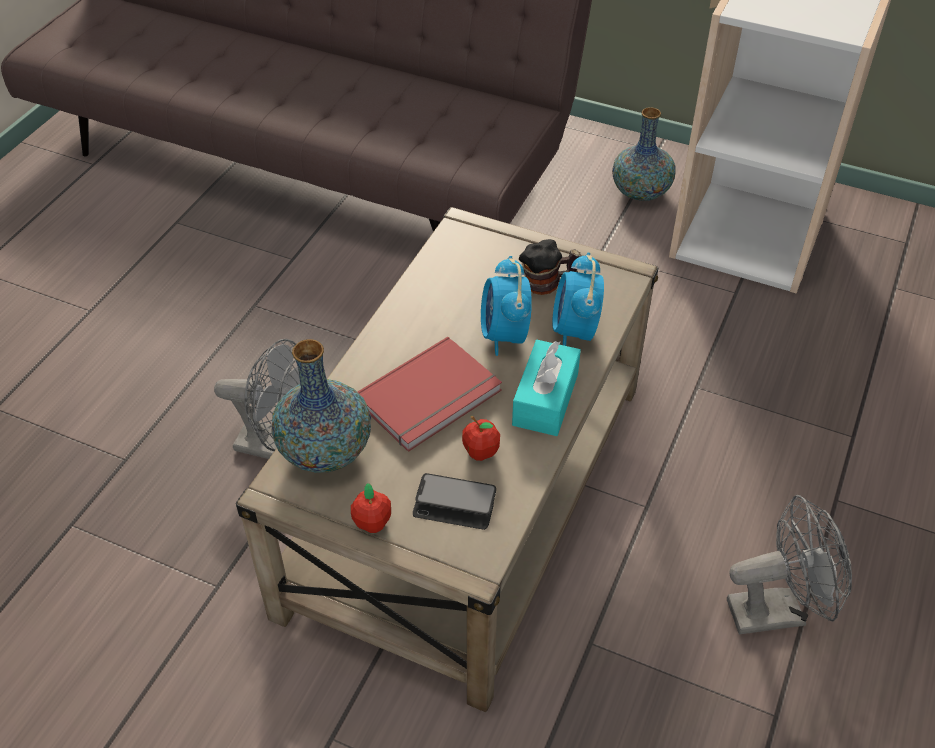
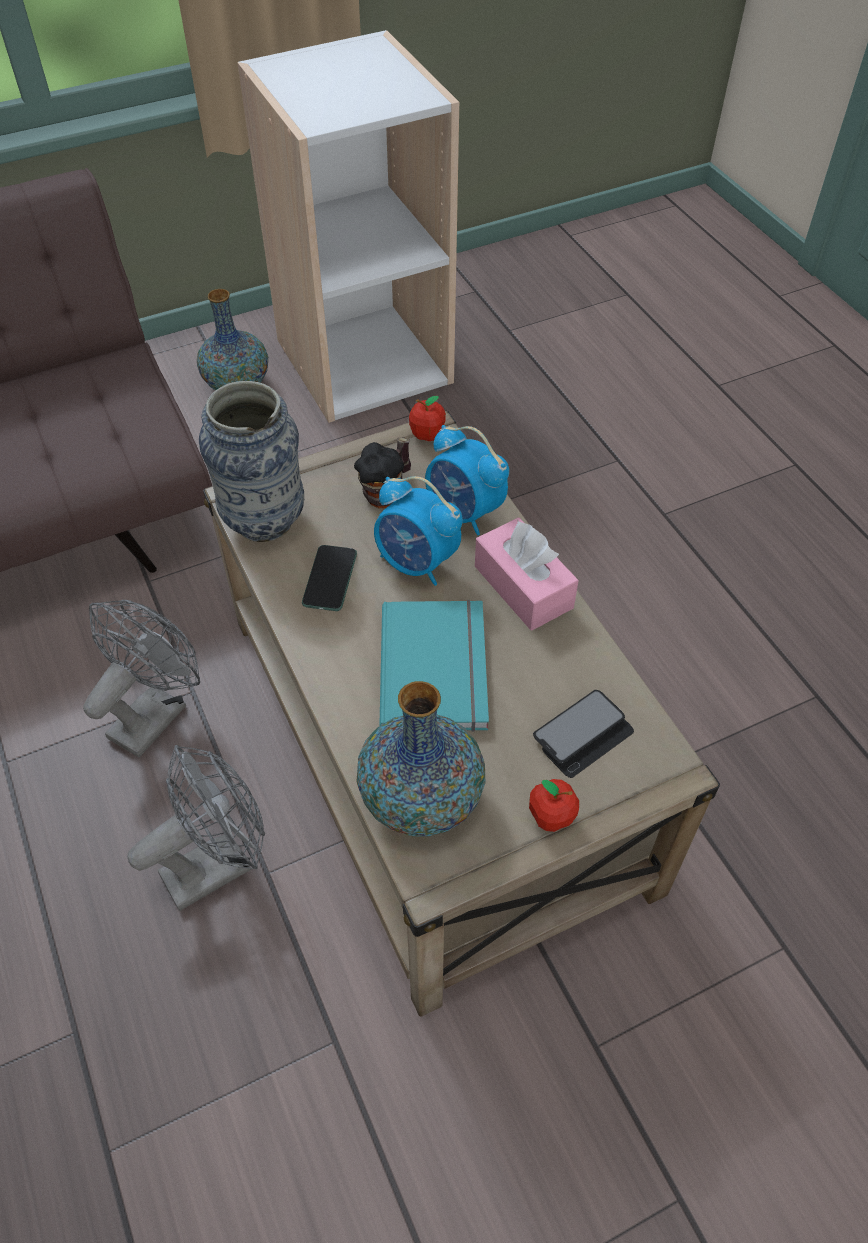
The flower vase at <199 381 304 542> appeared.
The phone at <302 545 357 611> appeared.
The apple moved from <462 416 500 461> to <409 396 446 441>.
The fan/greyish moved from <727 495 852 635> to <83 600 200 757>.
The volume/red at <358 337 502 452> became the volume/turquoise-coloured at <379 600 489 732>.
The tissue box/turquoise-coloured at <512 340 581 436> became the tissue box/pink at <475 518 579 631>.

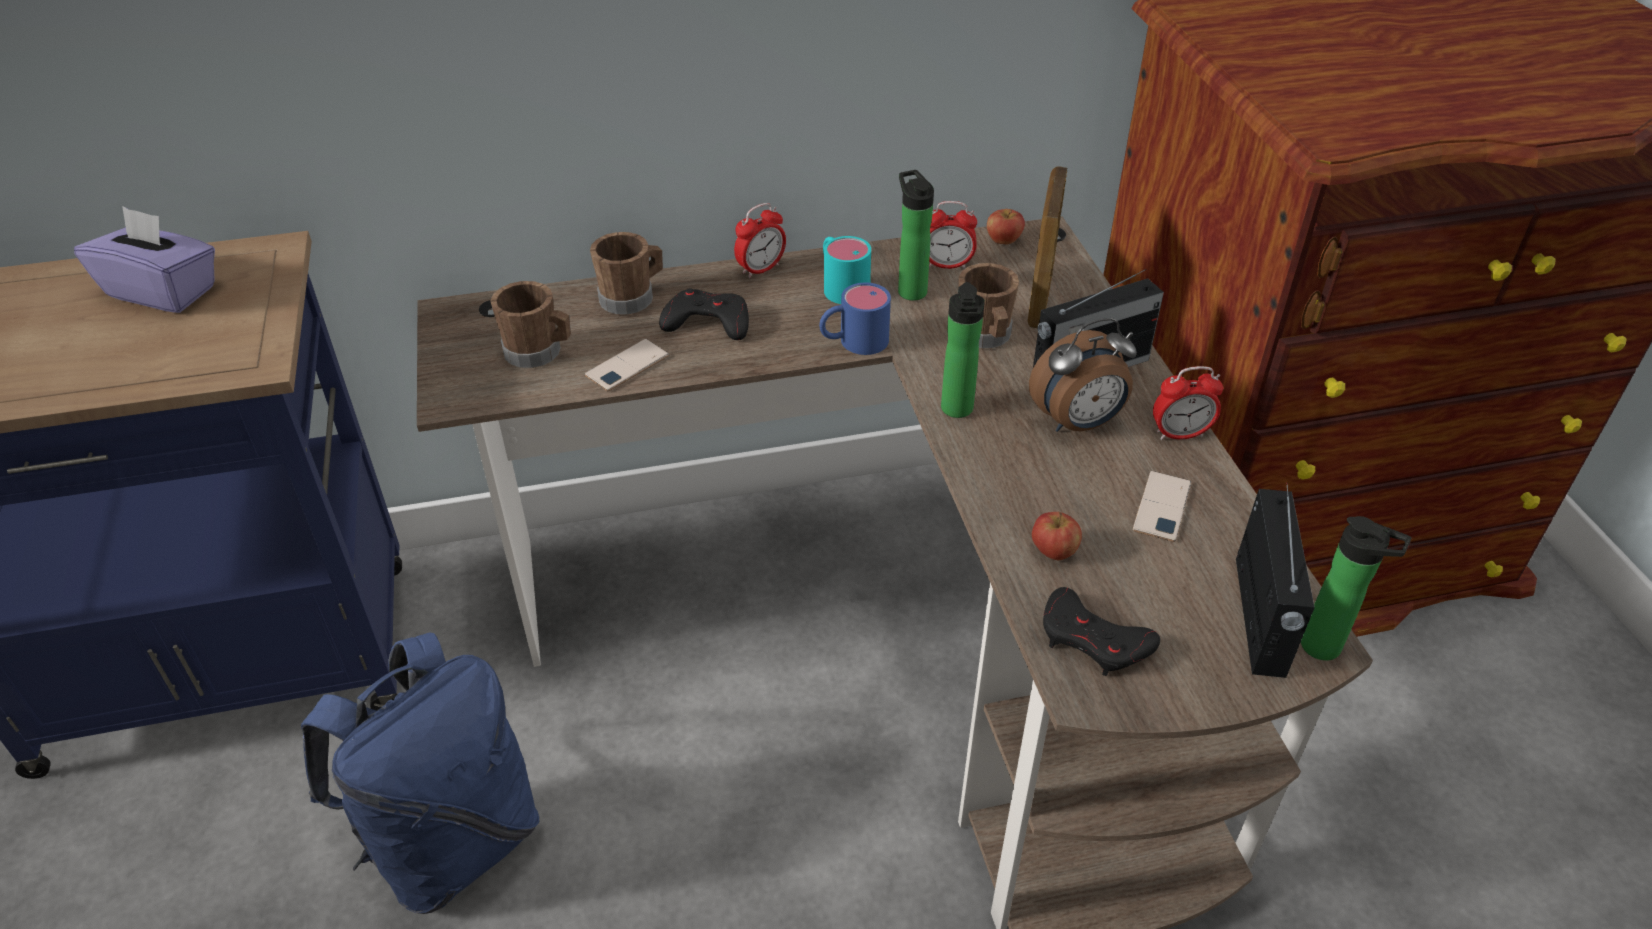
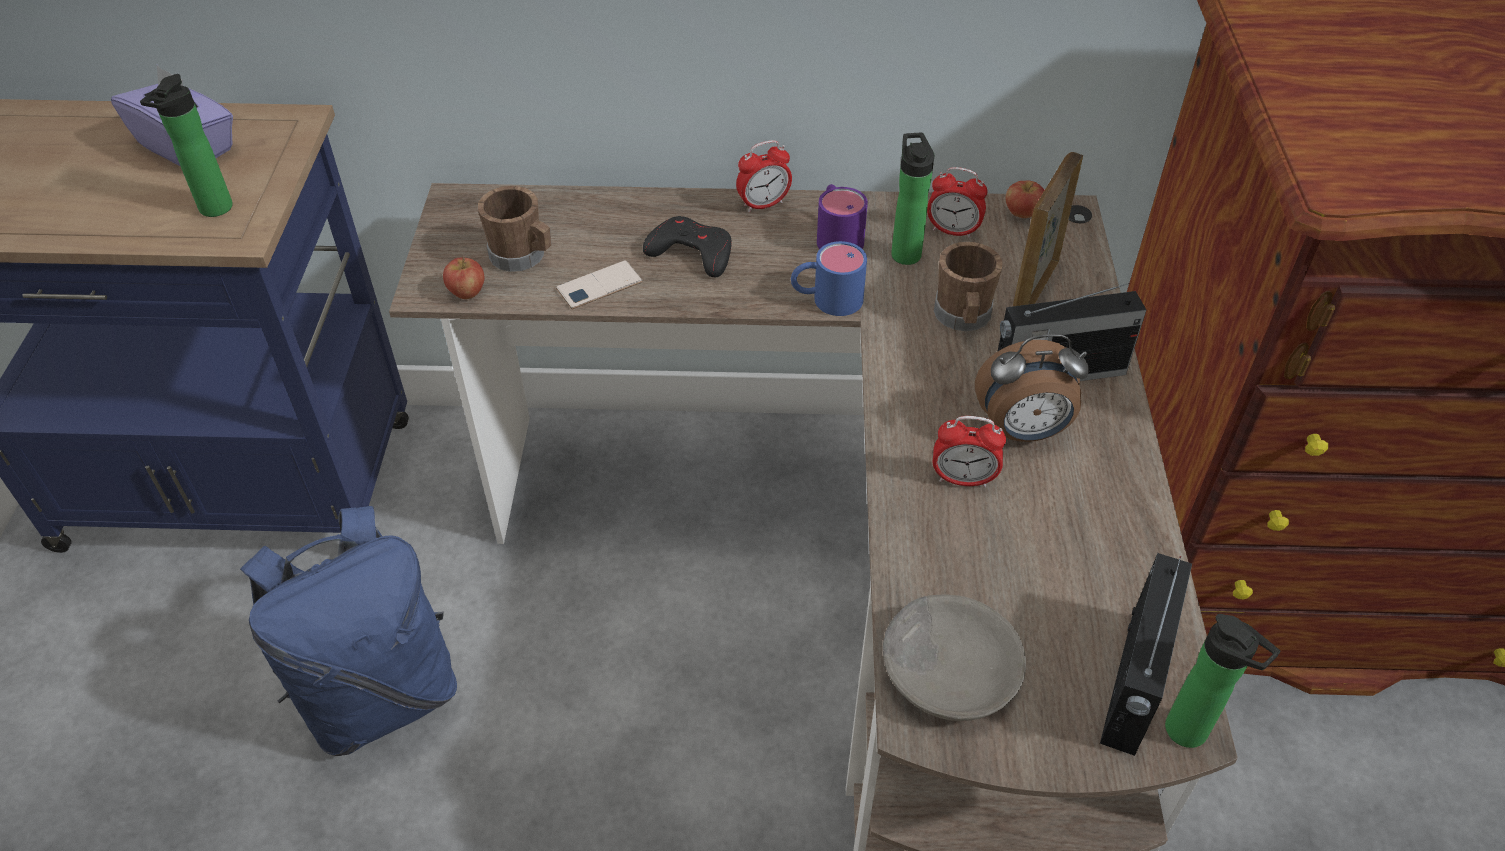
The mug/brown at <590 232 663 315> disappeared.
The phone at <1133 471 1191 542> disappeared.
The beverage bottle moved from <941 282 985 418> to <140 74 233 217>.
The apple moved from <1032 512 1082 560> to <443 257 485 299>.
The bedside clock moved from <1153 366 1223 440> to <933 416 1006 487>.
The game controller/black at <1043 587 1160 676> was replaced by the deep dish/greyish at <883 595 1026 721>.
The mug/turquoise-coloured at <823 236 871 304> became the mug/purplish at <817 184 868 249>.

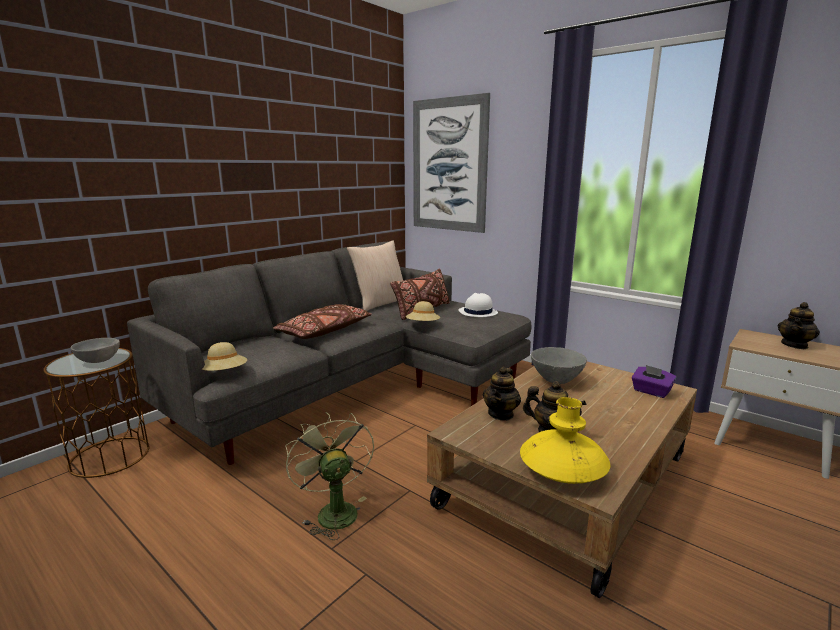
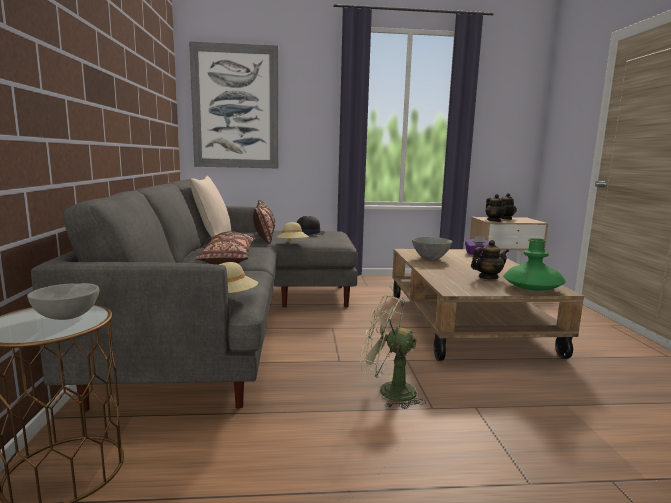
The tea pot moved from <483 367 521 421> to <485 194 506 222>.
The hat/white-coloured at <458 293 498 317> became the hat/black at <297 216 325 235>.
The flower vase/yellow-coloured at <520 397 610 484> became the flower vase/green-coloured at <503 238 566 291>.

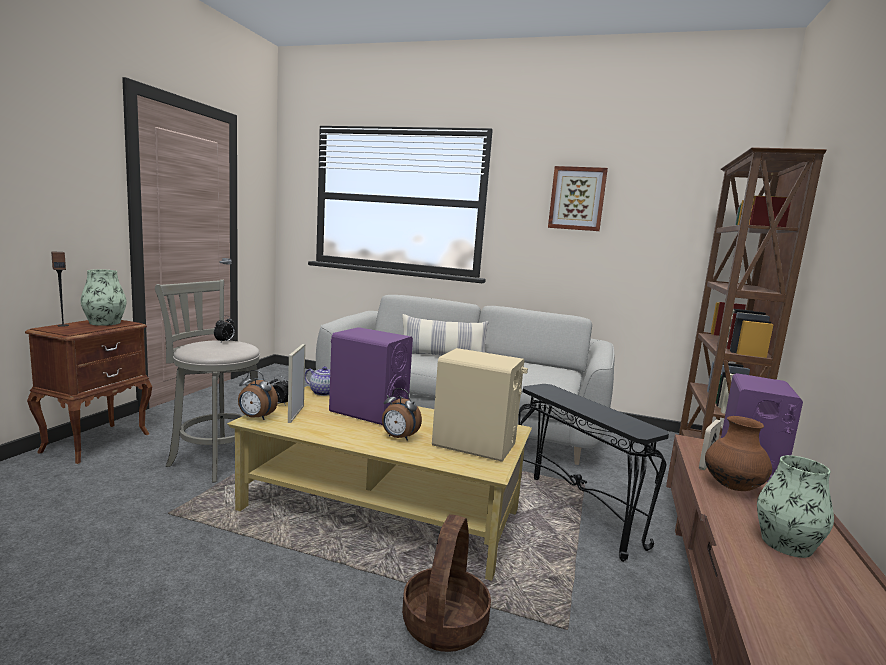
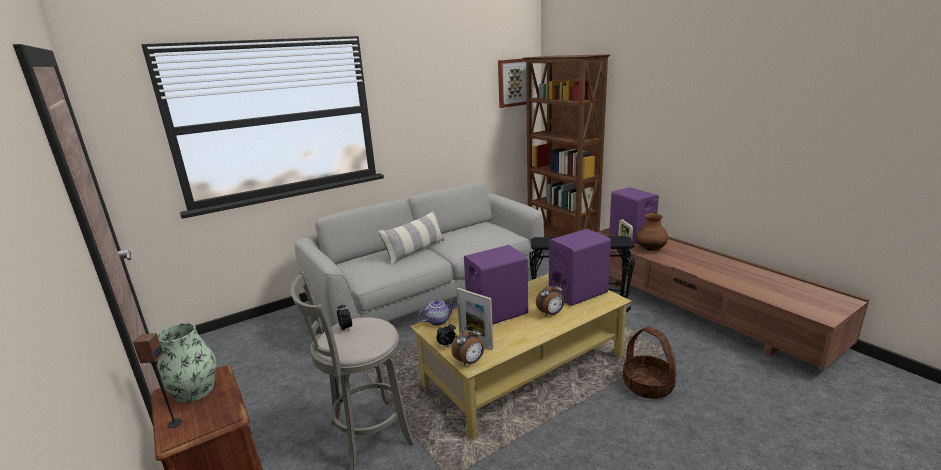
The flower vase at <757 455 834 558> disappeared.
The wall art moved from <548 166 608 231> to <498 59 527 108>.
The loudspeaker/sand-coloured at <432 348 528 462> became the loudspeaker/purplish at <549 229 611 306>.

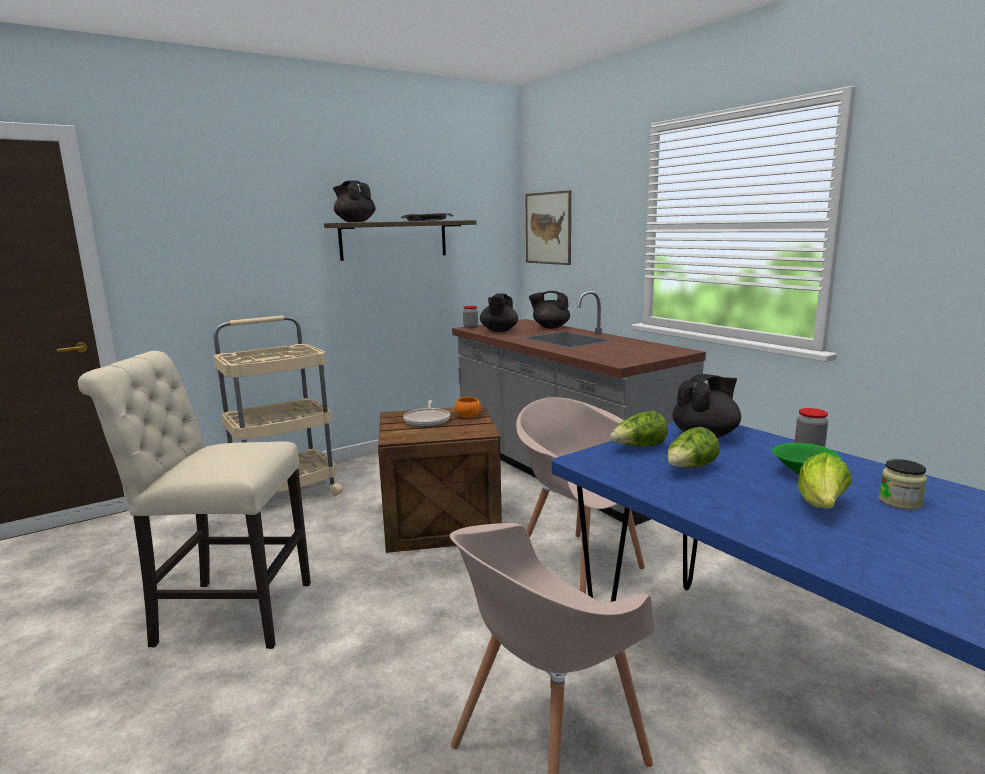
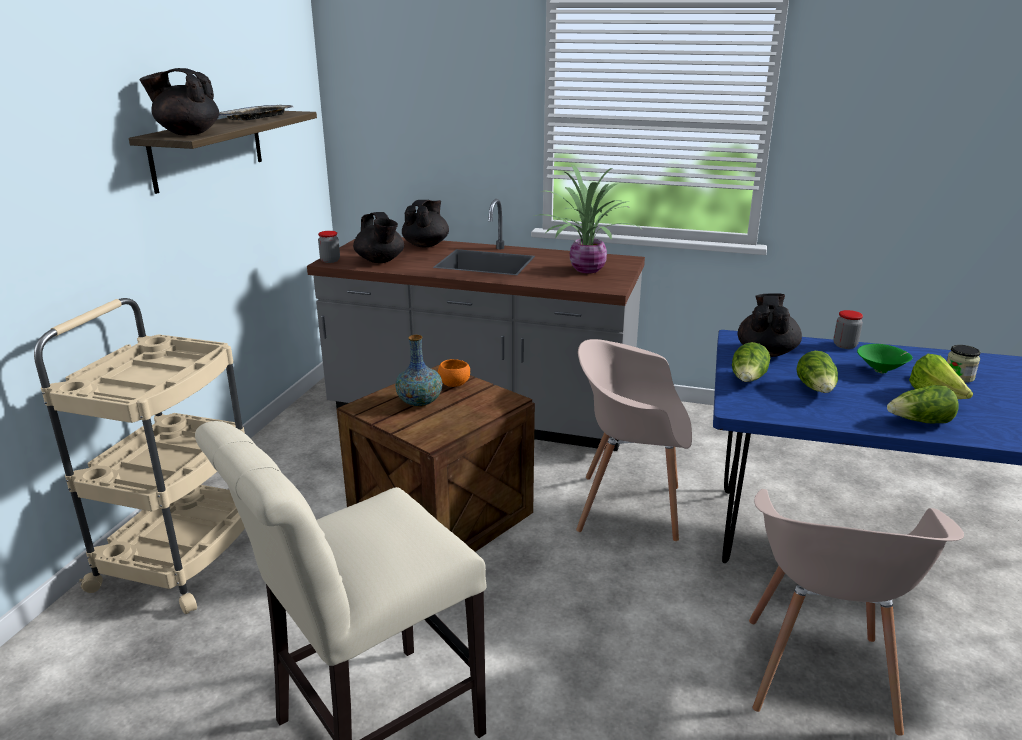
The wall art at <525 190 571 265> disappeared.
The houseplant at <532 165 639 273> appeared.
The head of lettuce at <887 385 958 423> appeared.
The pan at <403 400 450 427> was replaced by the flower vase at <395 335 443 407>.
The tea pot/black at <529 291 570 329> turned 135 degrees clockwise.

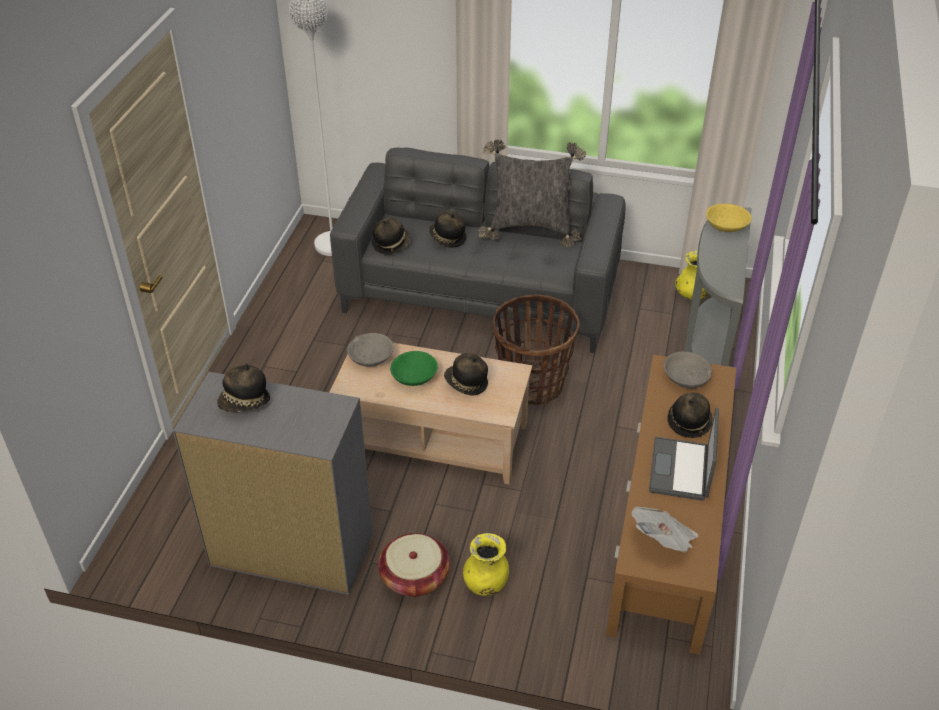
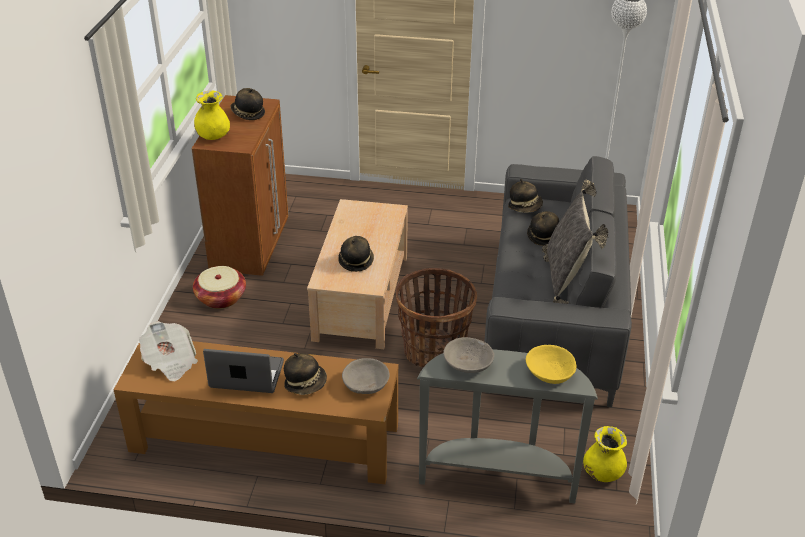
The deep dish/green-coloured at <390 351 438 386> disappeared.
The deep dish/greyish moved from <347 333 394 367> to <443 337 494 373>.
The flower vase/yellow-coloured moved from <463 533 509 596> to <194 91 230 140>.
The cabinet/greyish at <173 372 373 595> became the cabinet/brown at <191 95 289 276>.

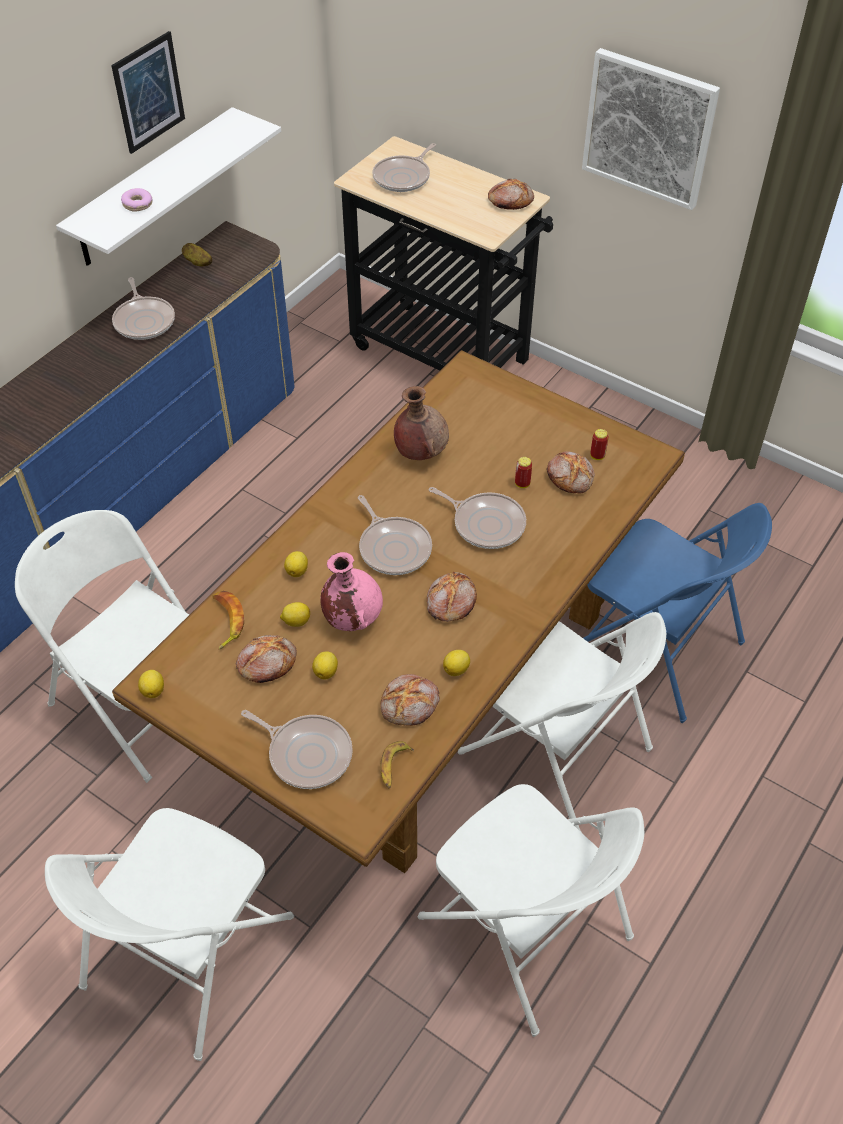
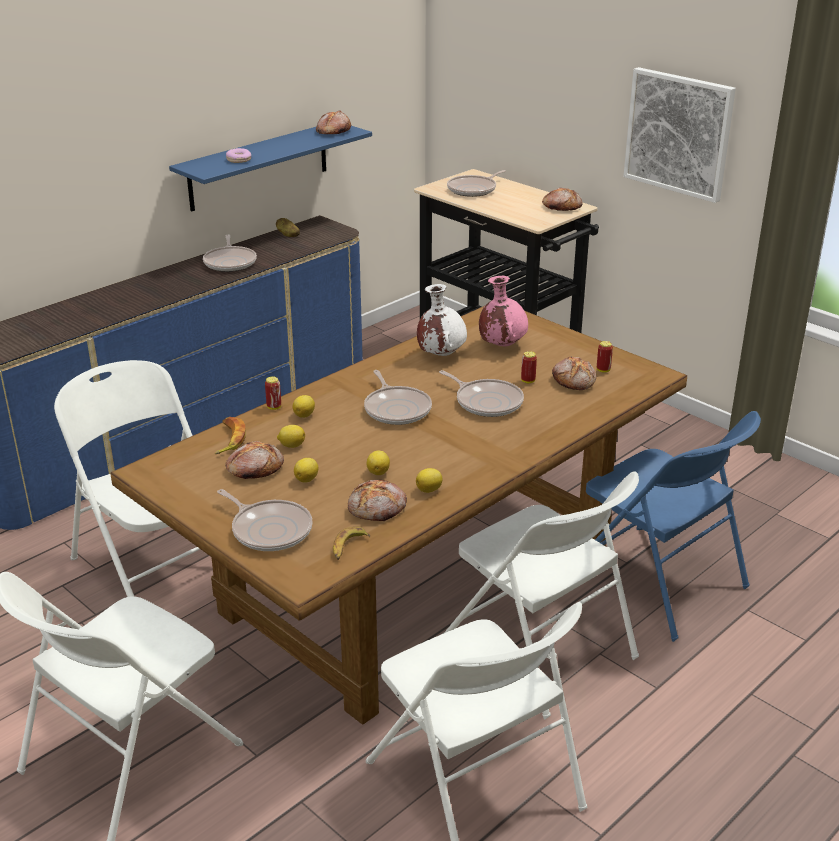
The wall art at <111 31 185 154> disappeared.
The metal can at <265 376 281 410> appeared.
The citrus fruit moved from <138 670 164 698> to <366 451 390 475>.
The flower vase/pink moved from <320 552 383 631> to <479 276 528 347>.
The bakery bread moved from <427 572 477 622> to <316 110 351 134>.
The shelf/white-coloured at <56 107 281 266> became the shelf/bluish at <169 126 372 212>.
The flower vase/brown at <394 386 449 460> became the flower vase/white-coloured at <417 284 467 356>.

